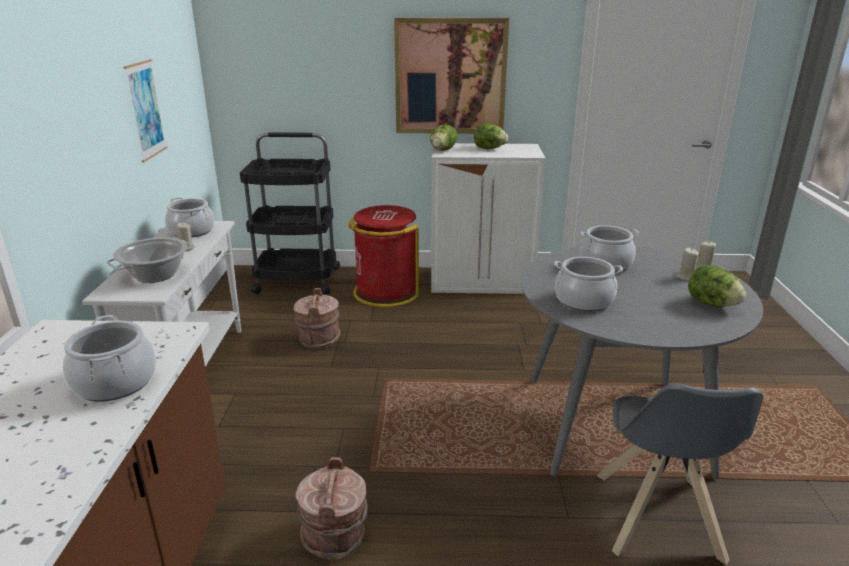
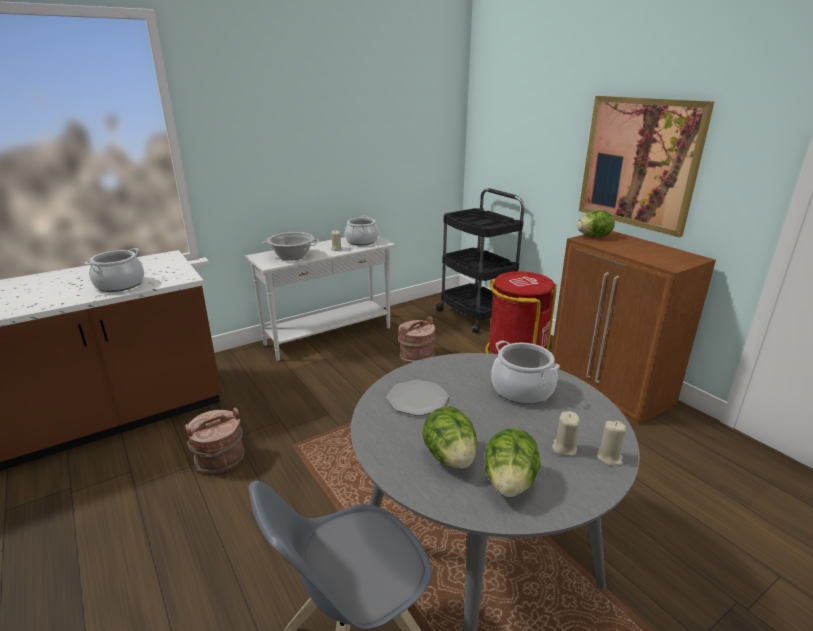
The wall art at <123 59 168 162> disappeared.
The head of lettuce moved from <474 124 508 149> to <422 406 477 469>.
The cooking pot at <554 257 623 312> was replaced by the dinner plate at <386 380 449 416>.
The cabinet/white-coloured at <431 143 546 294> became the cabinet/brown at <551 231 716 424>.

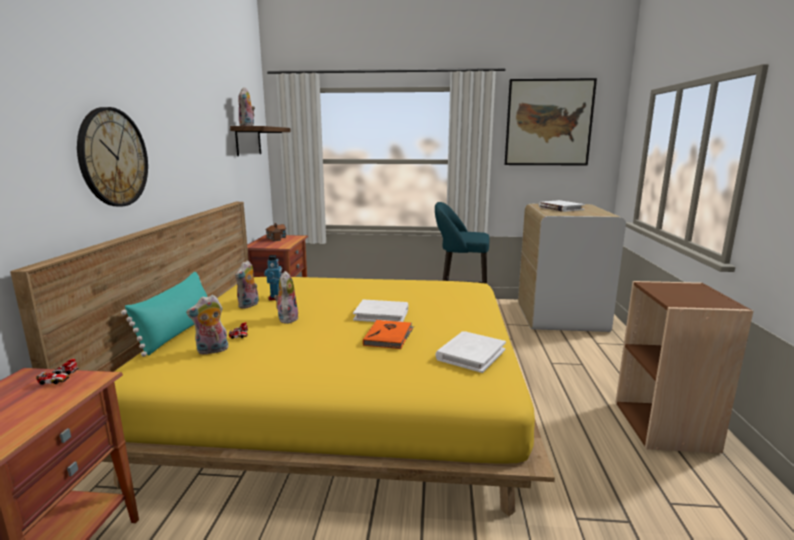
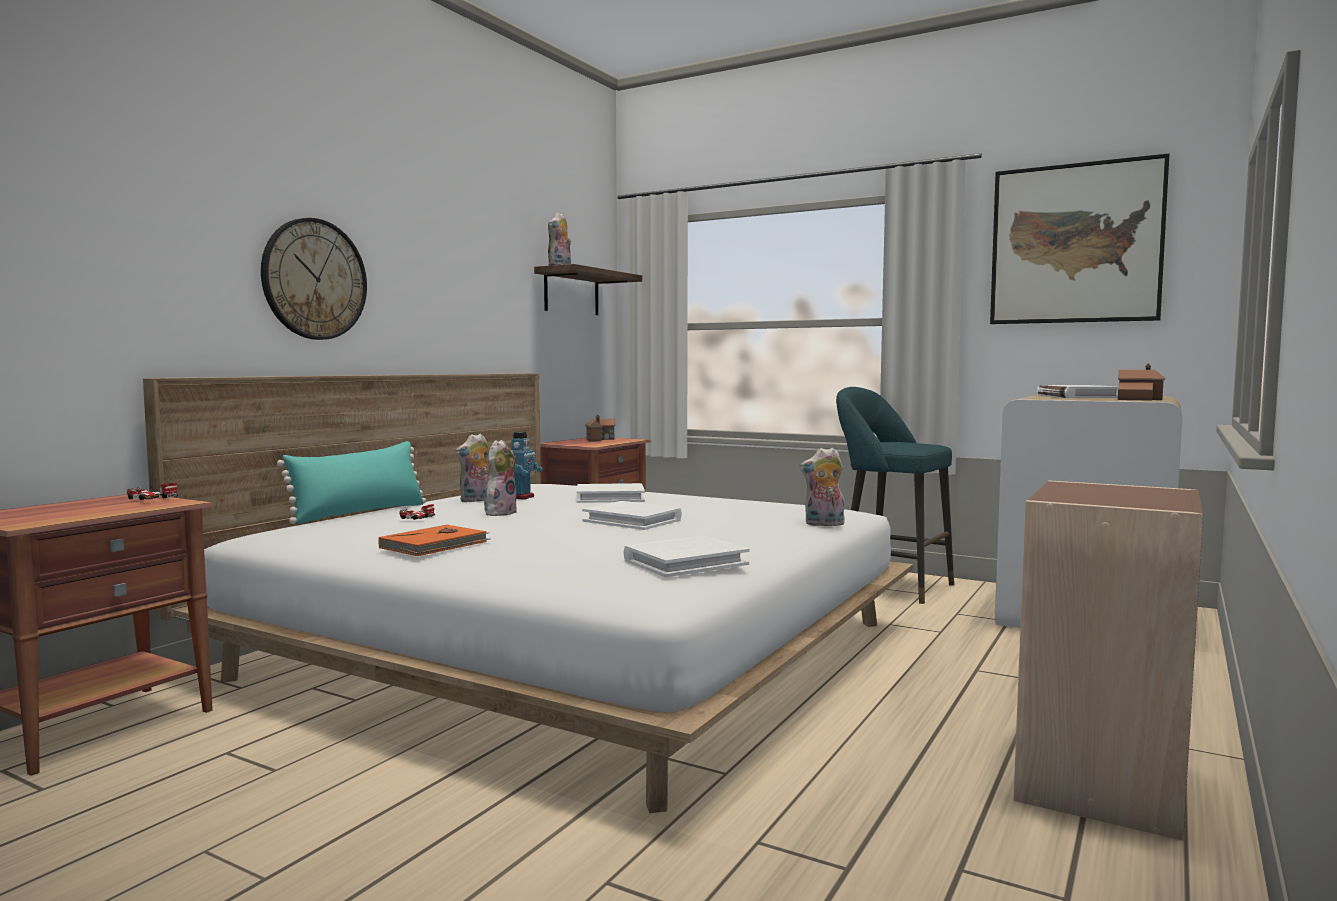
The volume/white-coloured at <576 483 645 503> appeared.
The model house at <1118 363 1165 401> appeared.
The plush toy moved from <186 295 228 355> to <800 448 845 526>.
The volume/orange-coloured moved from <363 320 414 349> to <378 525 490 556>.
The bedroom bed/yellow-coloured at <10 202 555 516> became the bedroom bed/white-coloured at <143 373 913 813>.

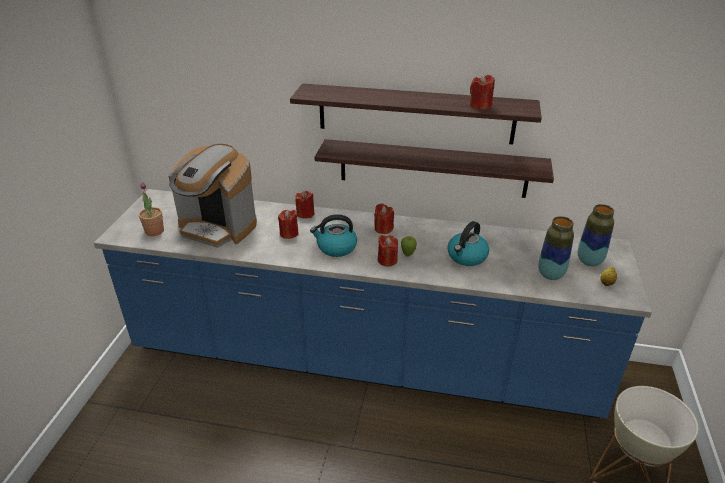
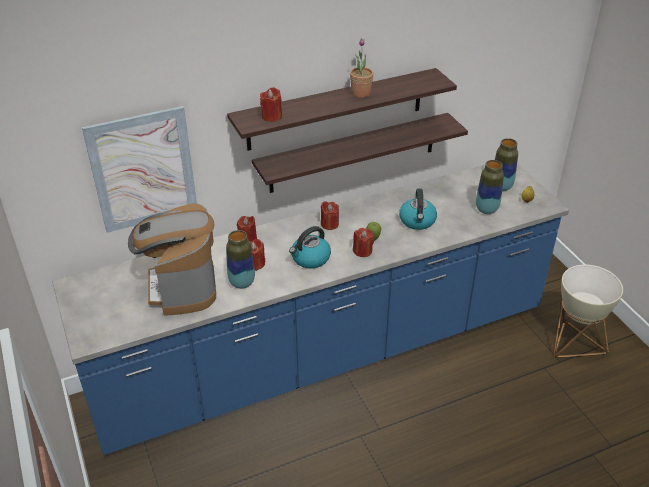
The wall art at <82 106 197 233> appeared.
The flower vase at <226 230 255 289> appeared.
The houseplant moved from <139 182 164 236> to <350 38 374 98>.
The wax light/red moved from <470 74 495 110> to <260 88 282 122>.
The coffee machine at <168 144 257 248> turned 90 degrees clockwise.

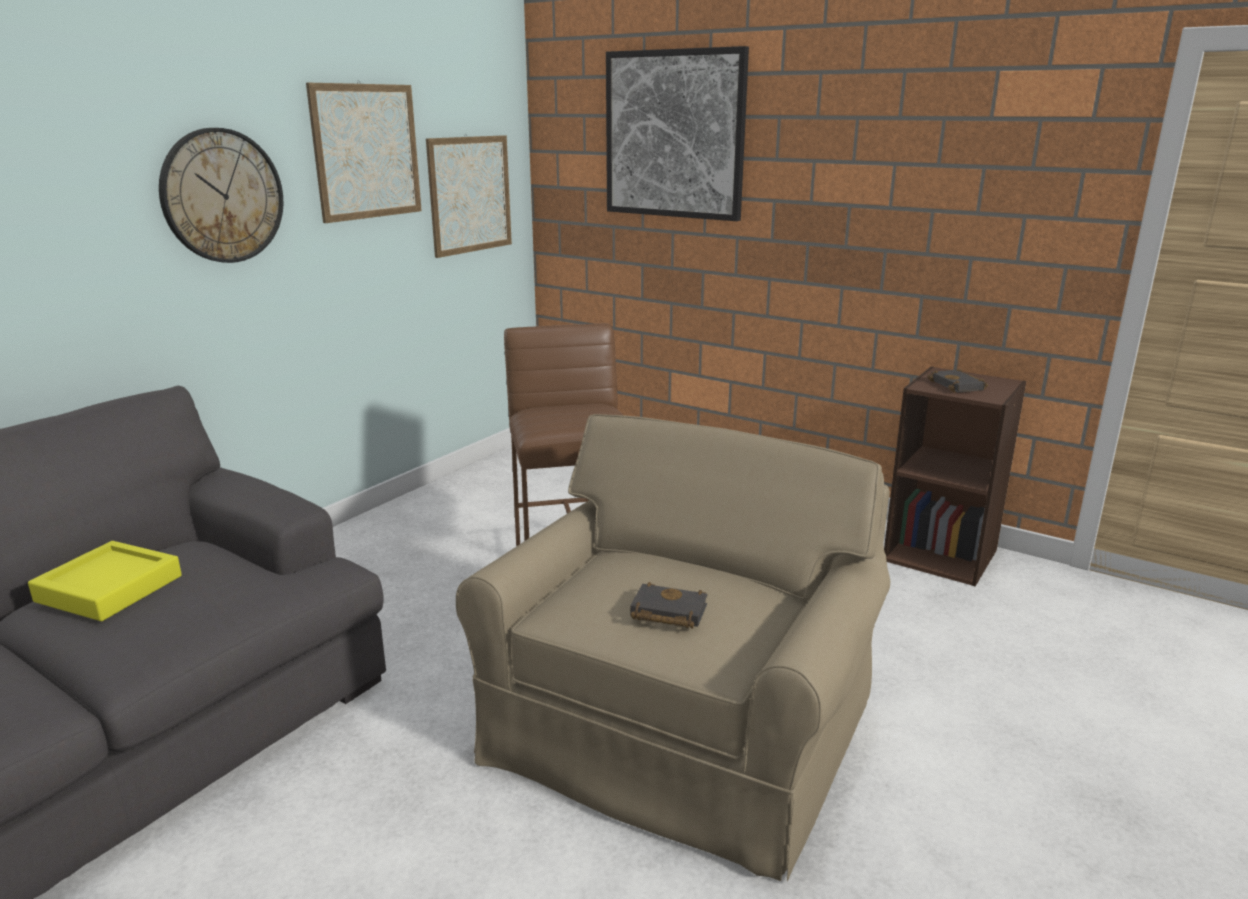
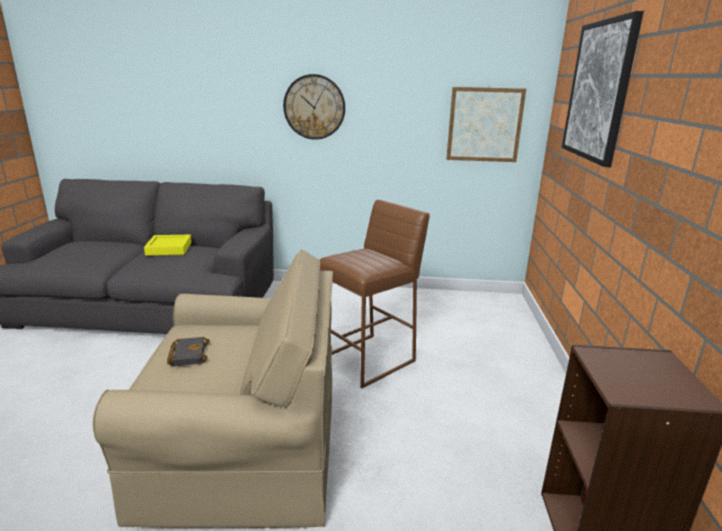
The wall art at <306 80 422 223> disappeared.
The volume/black at <927 368 988 393> disappeared.

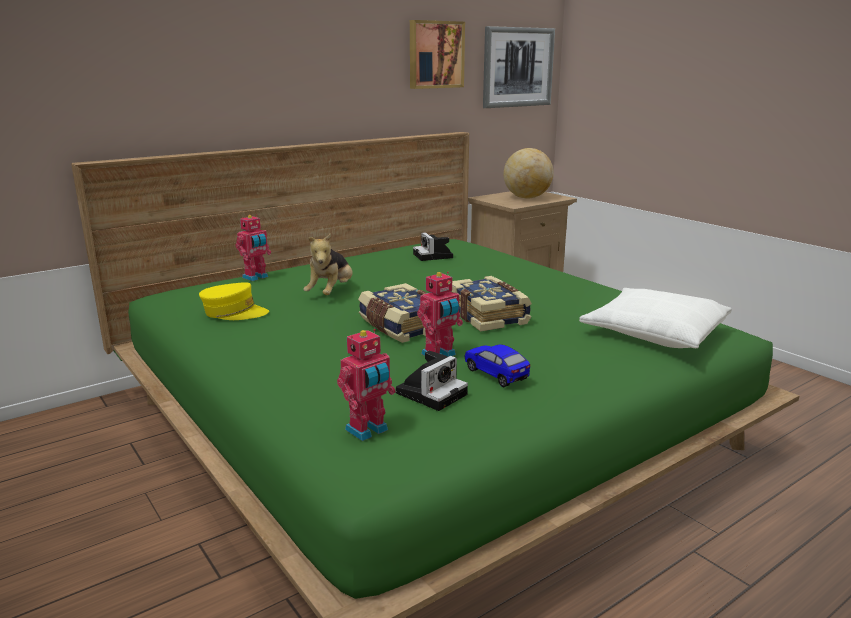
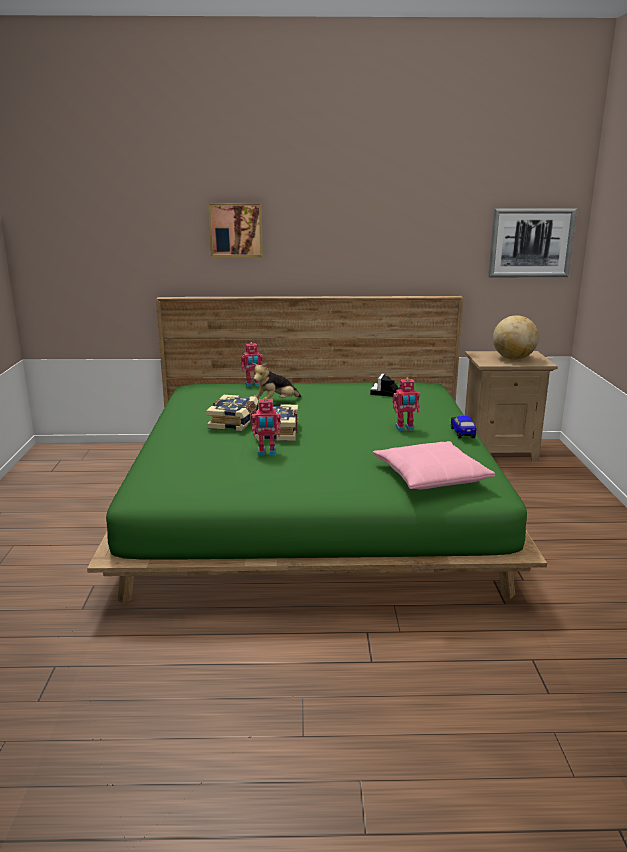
The baseball cap/yellow-coloured at <199 282 269 320> disappeared.
The still camera at <396 351 468 411> disappeared.
The toy robot moved from <337 329 396 441> to <392 378 420 431>.
The wall art moved from <410 20 465 89> to <208 203 263 257>.
The volume moved from <452 276 532 332> to <206 395 259 431>.
The miniature car moved from <465 344 530 387> to <451 416 476 439>.
The cushion/white-coloured at <579 288 732 348> became the cushion/pink at <373 441 495 490>.

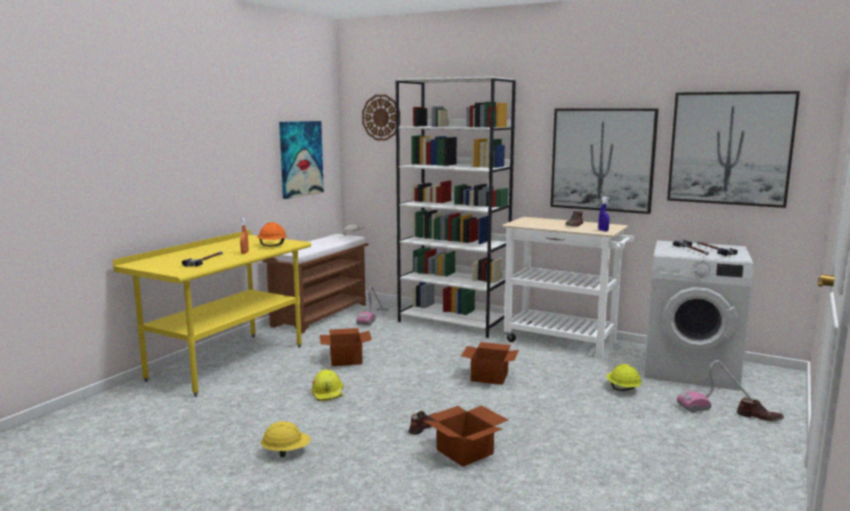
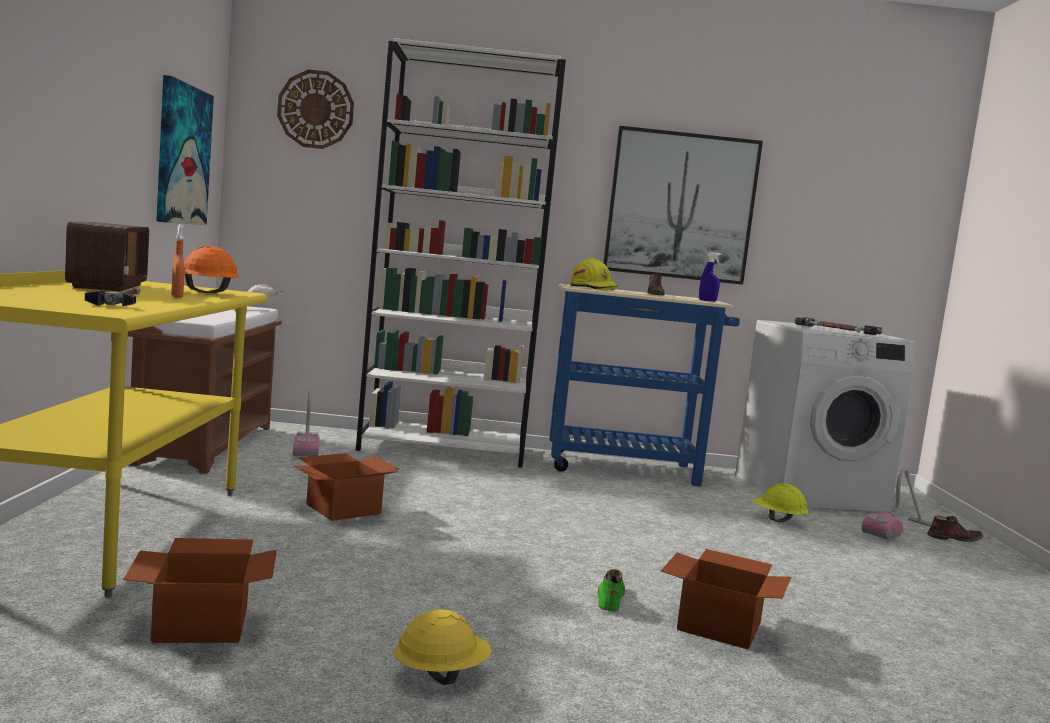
The wall art at <667 91 800 208> disappeared.
The radio at <65 222 149 292> appeared.
The safety helmet/yellow-coloured moved from <312 369 344 401> to <570 258 618 290>.
The carton moved from <461 342 519 385> to <123 538 277 643>.
The item of footwear/brown at <409 411 437 435> became the item of footwear/green-coloured at <598 569 625 612>.
The cart/white-coloured at <502 217 634 359> became the cart/bluish at <549 284 740 486>.

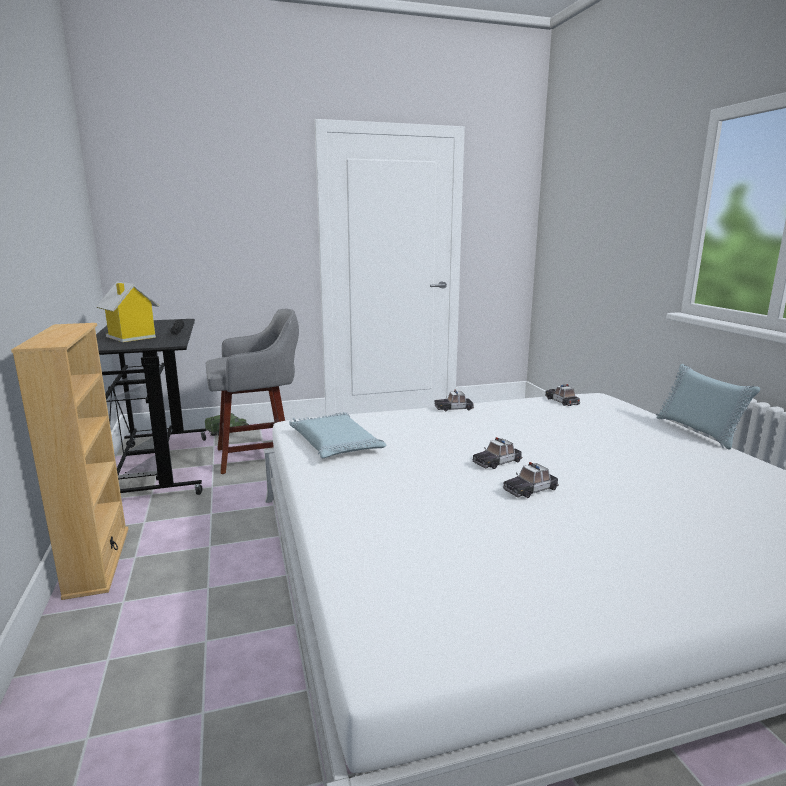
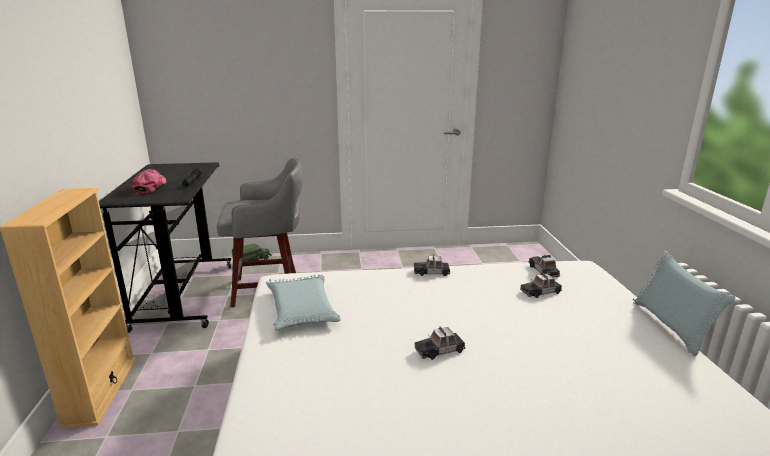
The miniature car moved from <503 462 559 498> to <520 272 562 298>.
The model house at <96 281 160 342> was replaced by the baseball cap at <131 169 167 195>.

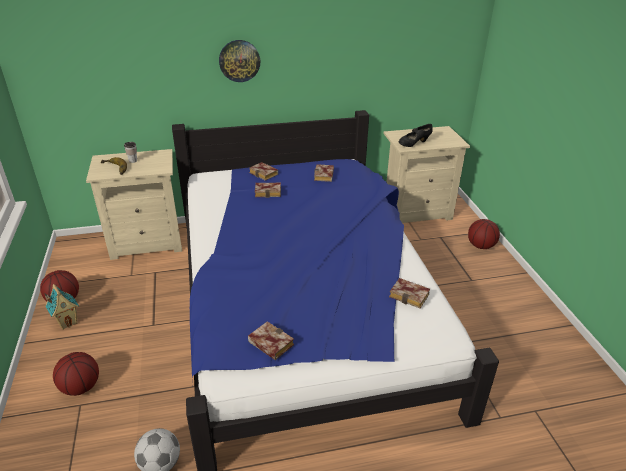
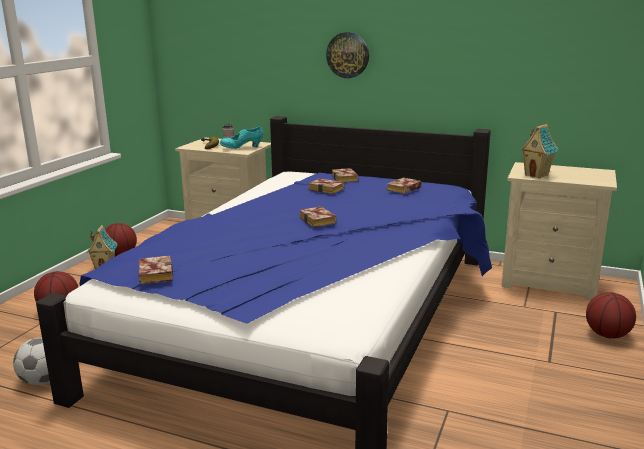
The item of footwear/turquoise-coloured at <220 126 263 149> appeared.
The volume moved from <389 278 430 309> to <299 206 337 227>.
The item of footwear/black at <399 124 433 147> was replaced by the model house at <520 124 558 178>.

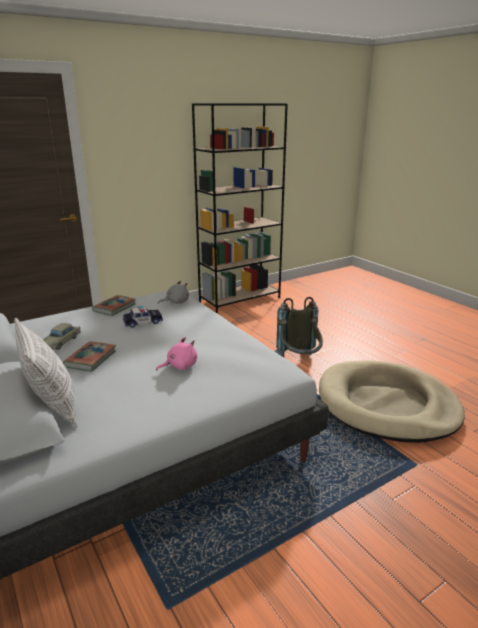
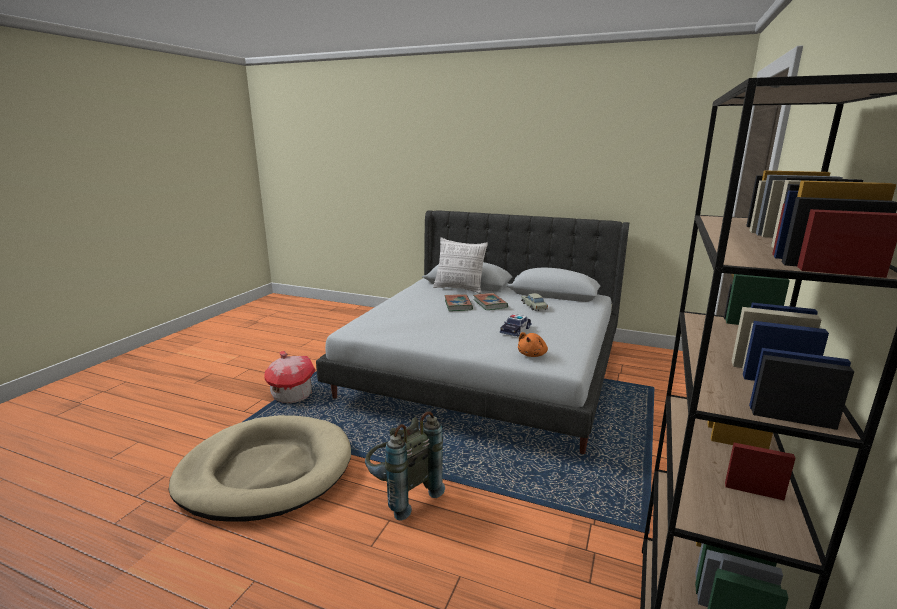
The plush toy/pink at <156 337 197 370> disappeared.
The model house at <265 351 316 403> appeared.
The volume moved from <92 295 136 316> to <444 294 473 311>.
The plush toy/greyish at <158 280 189 304> became the plush toy/orange-coloured at <518 332 548 357>.

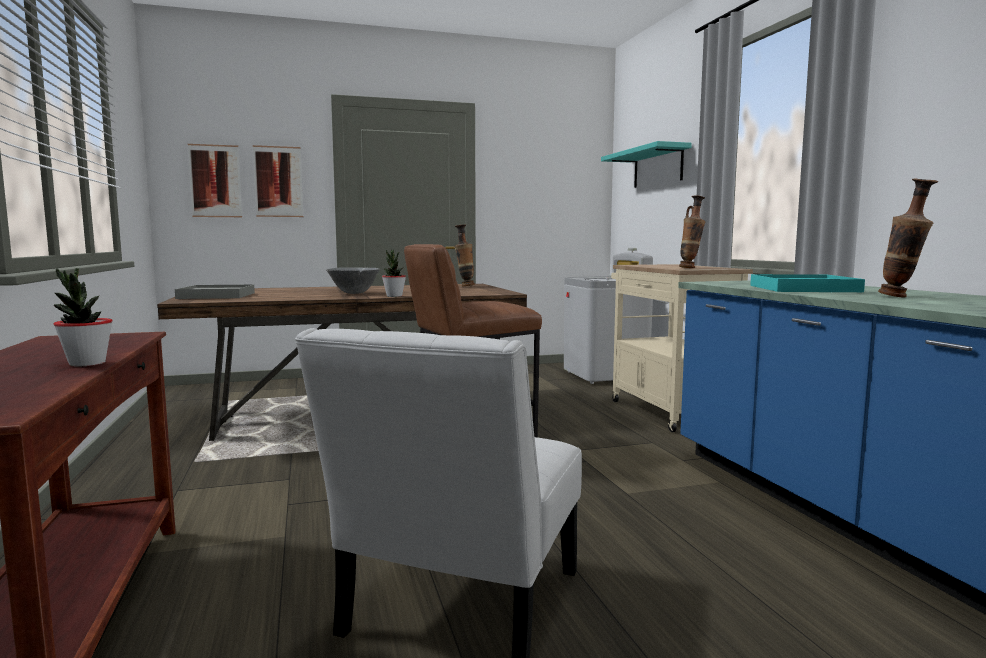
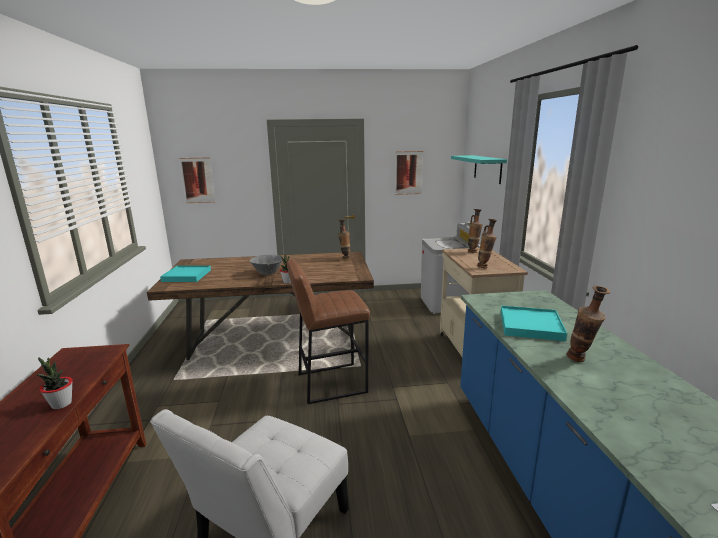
The flower vase at <468 209 483 253> appeared.
The wall art moved from <253 145 304 217> to <395 151 423 195>.
The serving tray/greyish at <175 284 255 299> became the serving tray/turquoise-coloured at <160 265 211 282>.

